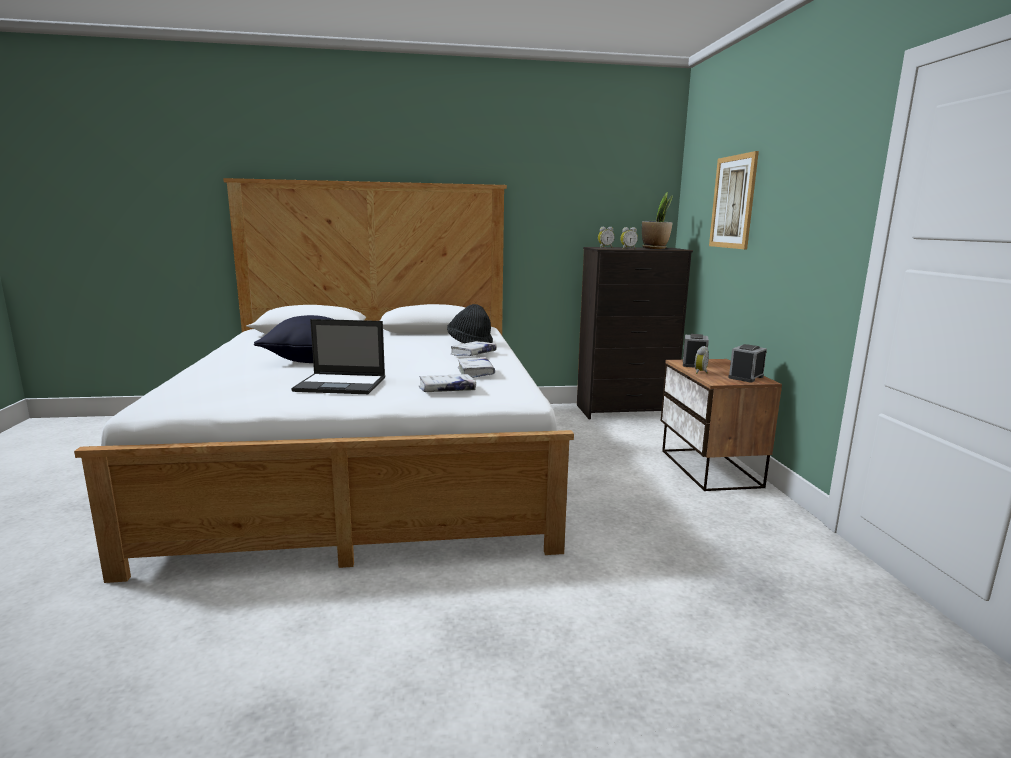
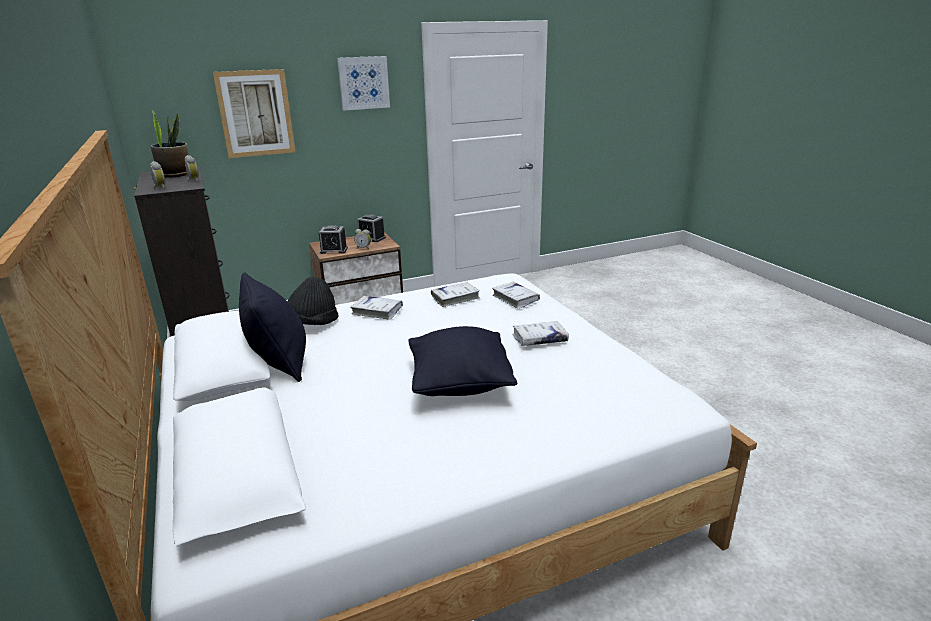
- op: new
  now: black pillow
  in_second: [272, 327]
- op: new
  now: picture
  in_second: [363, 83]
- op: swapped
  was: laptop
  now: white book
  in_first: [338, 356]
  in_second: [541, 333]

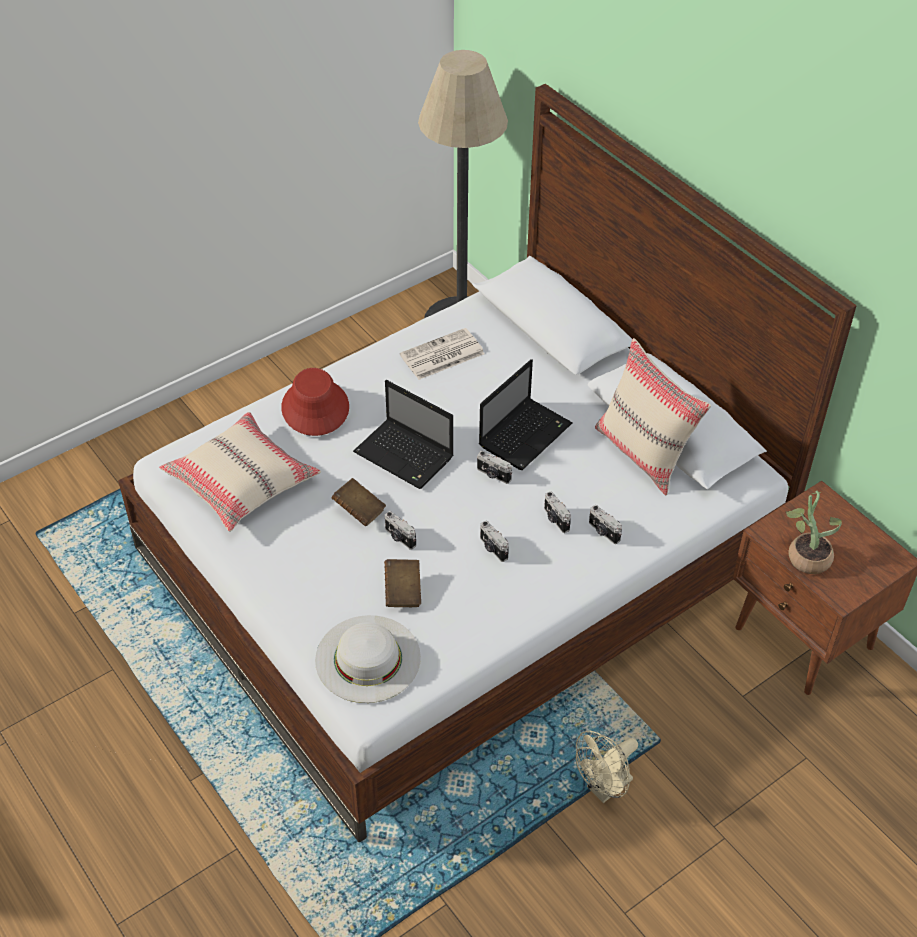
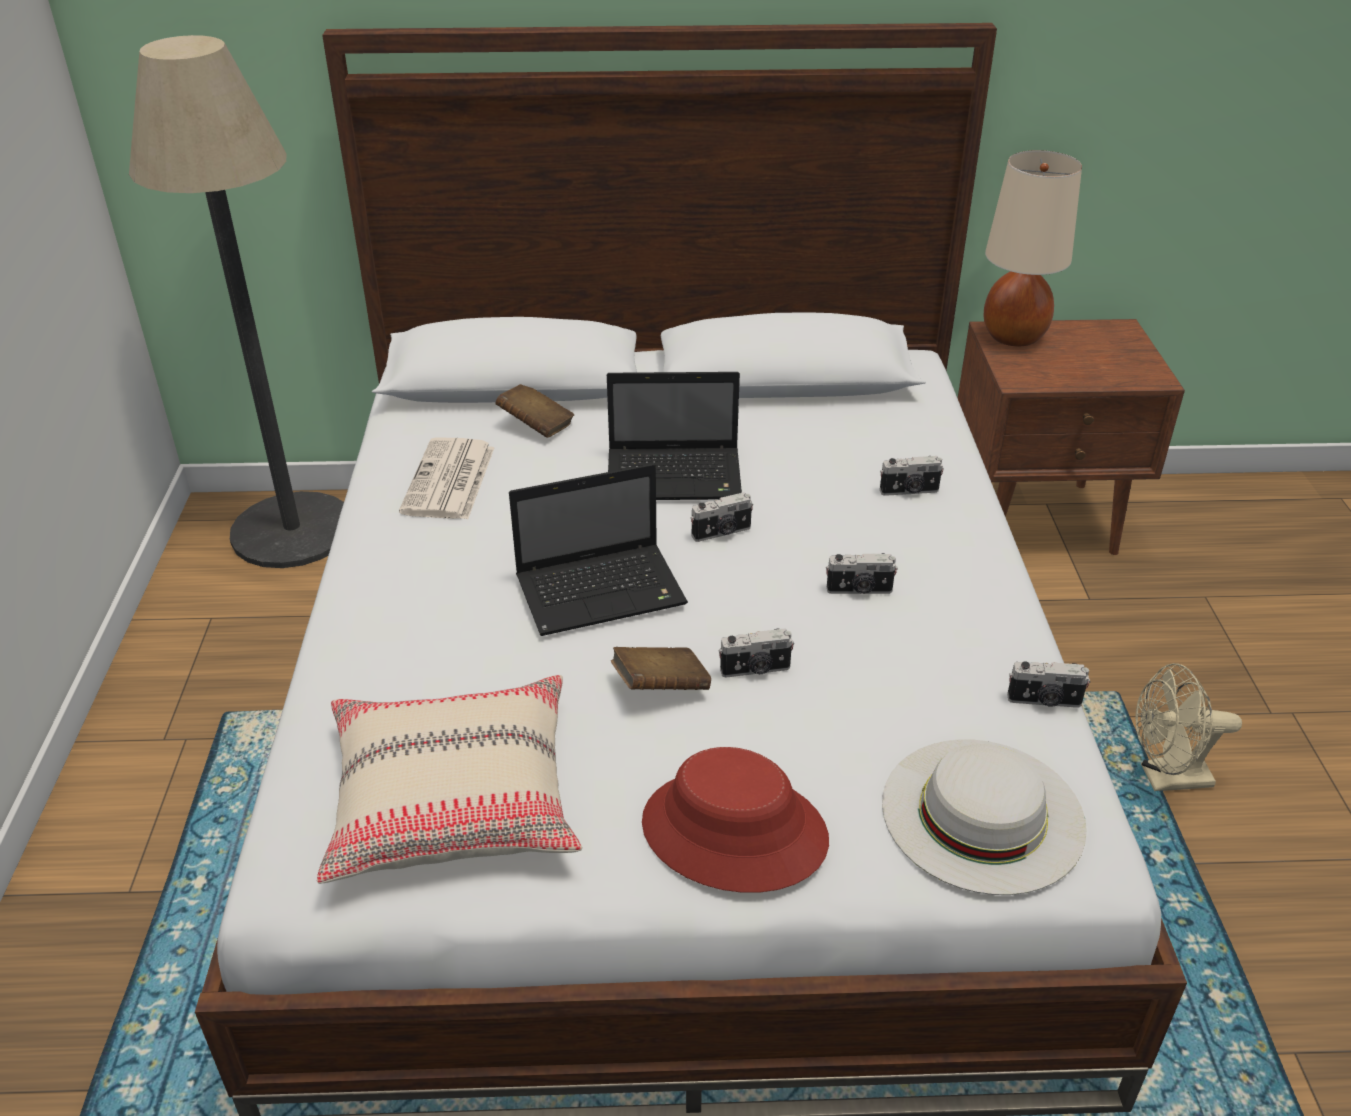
- op: shifted
  was: brown book
  in_first: [402, 583]
  in_second: [534, 411]
- op: rotated
  was: laptop
  in_first: [526, 414]
  in_second: [674, 436]
  clockwise: 105
- op: shifted
  was: red hat
  in_first: [315, 402]
  in_second: [735, 820]
- op: new
  now: beige table lamp
  in_second: [1033, 248]
- op: shifted
  was: photo camera
  in_first: [557, 512]
  in_second: [1048, 684]
- op: rotated
  was: beige fan
  in_first: [607, 766]
  in_second: [1188, 727]
  clockwise: 90
- op: gone
  was: beige pillow
  in_first: [653, 416]
- op: gone
  was: potted plant
  in_first: [813, 532]

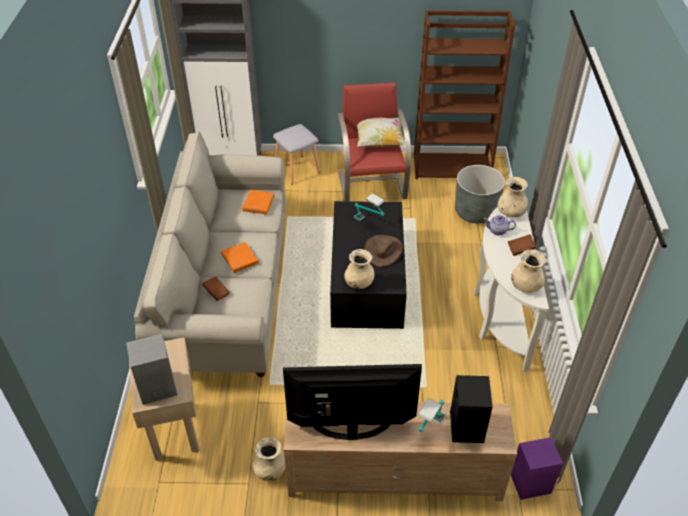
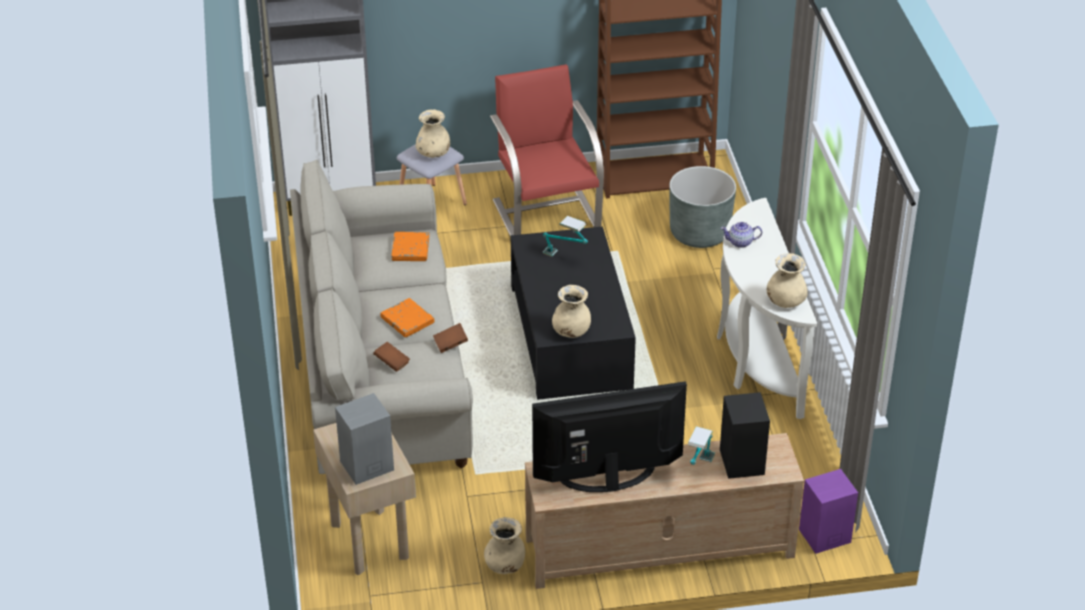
- op: shifted
  was: beige vase
  in_first: [513, 197]
  in_second: [433, 133]
- op: shifted
  was: brown book
  in_first: [522, 245]
  in_second: [450, 338]
- op: gone
  was: pillow
  in_first: [381, 132]
- op: gone
  was: brown hat
  in_first: [383, 251]

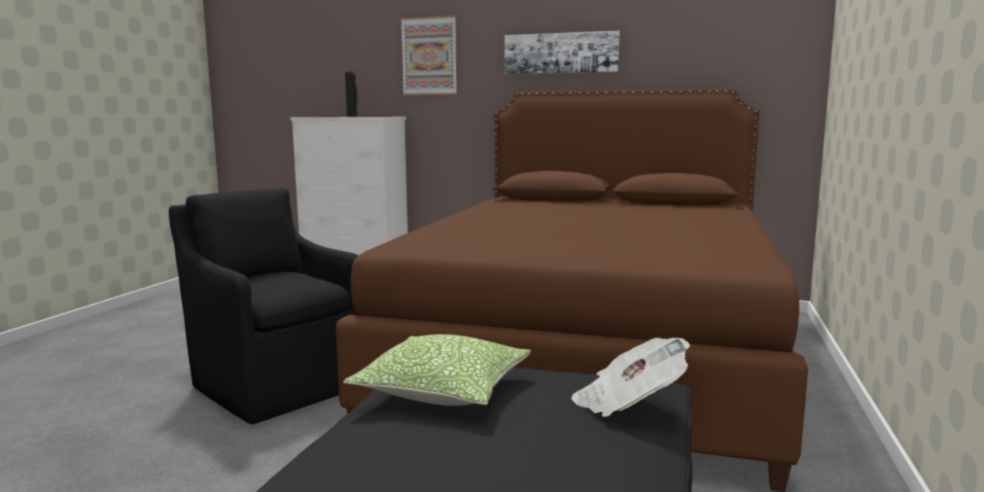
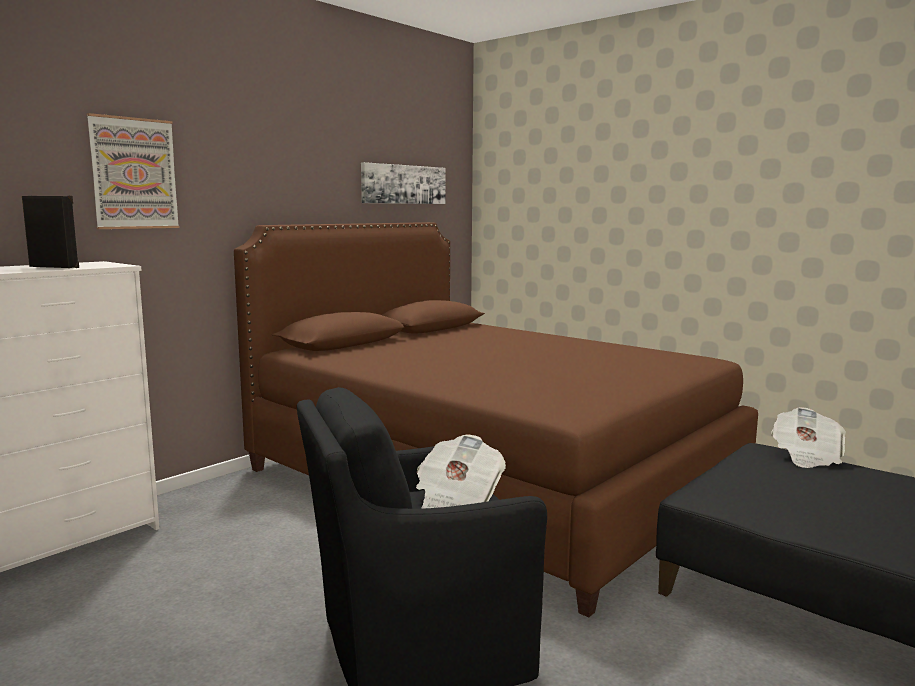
- op: shifted
  was: picture
  in_first: [562, 52]
  in_second: [403, 183]
- op: new
  now: newspaper
  in_second: [461, 472]
- op: gone
  was: pillow
  in_first: [437, 370]

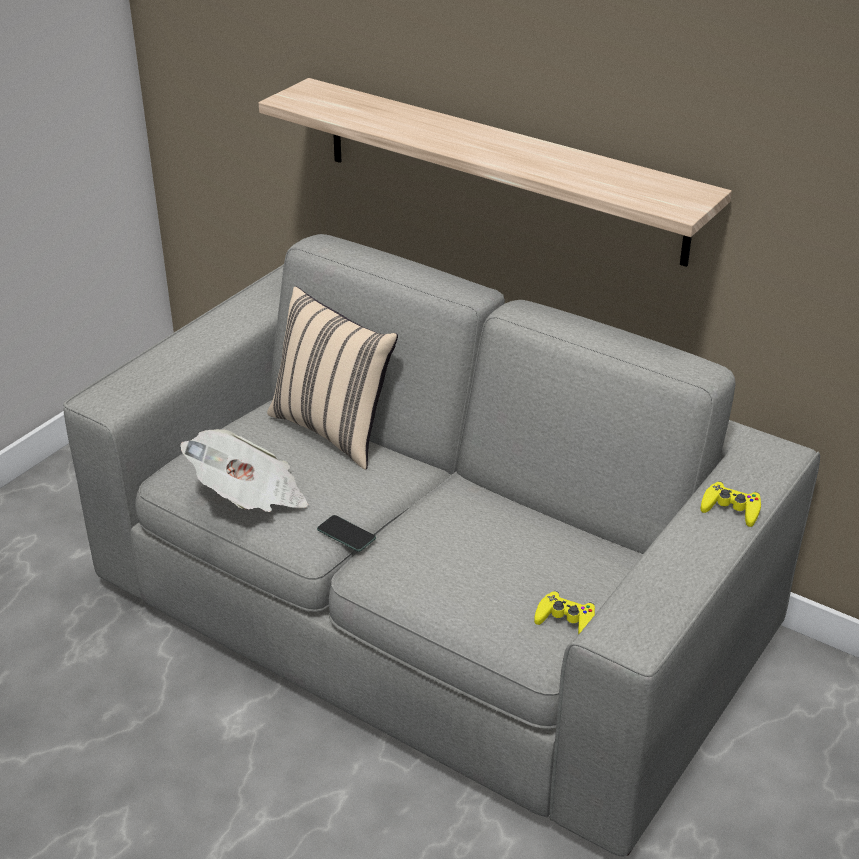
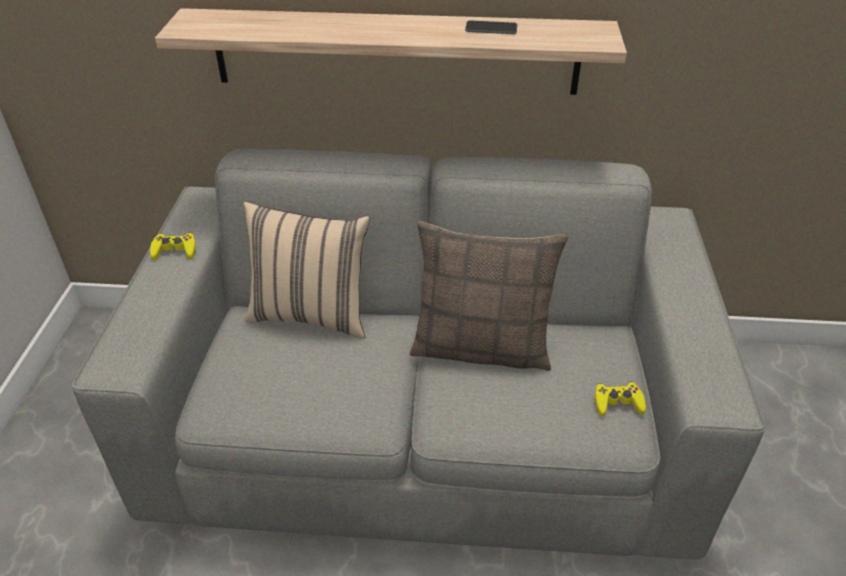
- op: shifted
  was: yellow game controller
  in_first: [731, 504]
  in_second: [173, 246]
- op: new
  now: pillow
  in_second: [489, 296]
- op: shifted
  was: phone
  in_first: [346, 533]
  in_second: [491, 27]
- op: gone
  was: newspaper
  in_first: [244, 470]

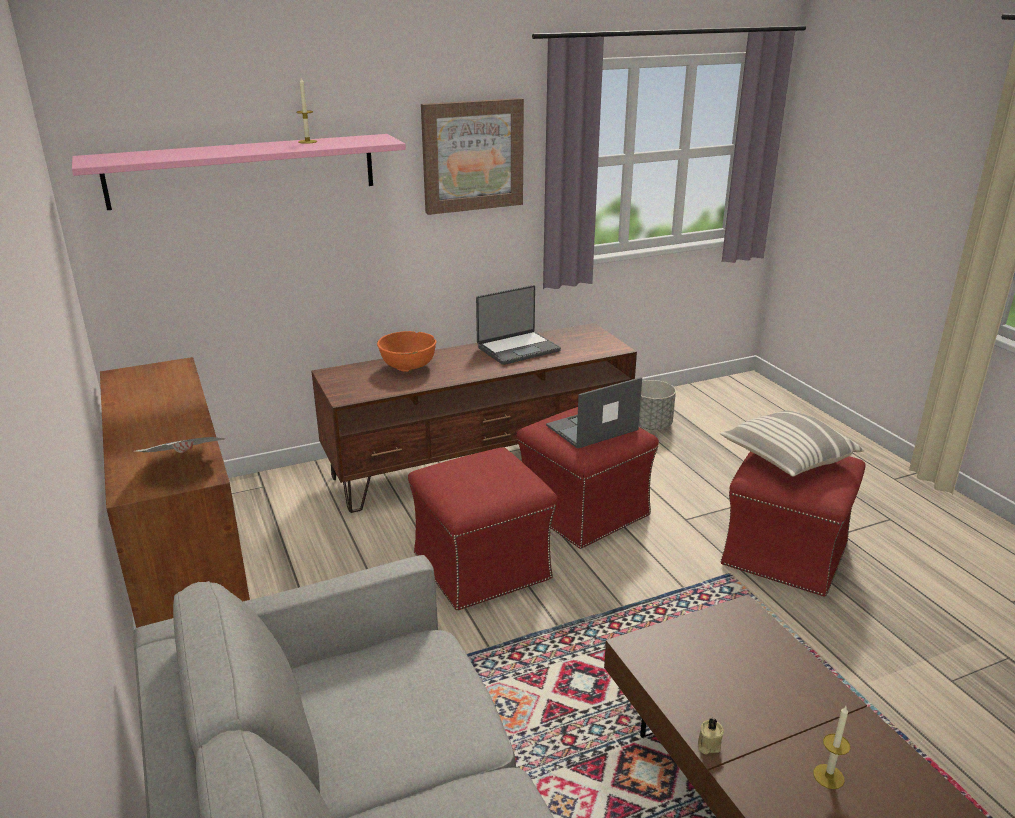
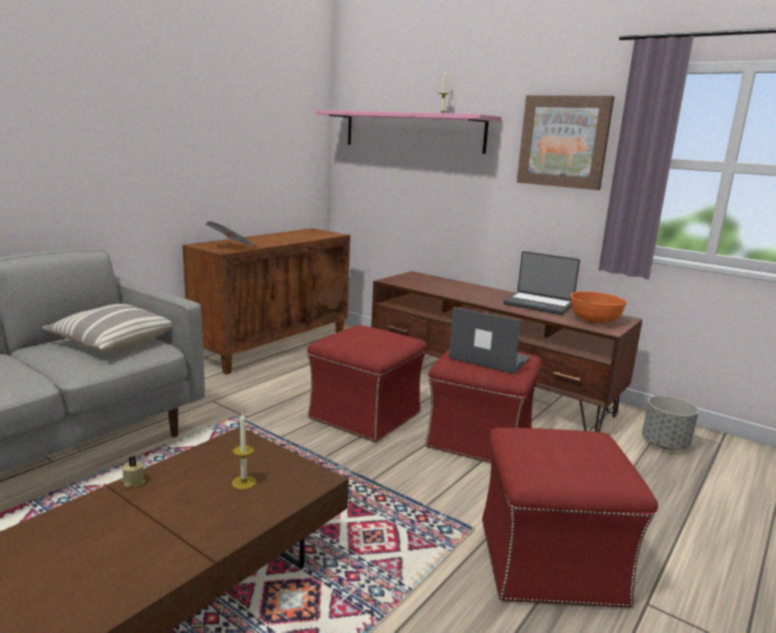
- op: shifted
  was: pillow
  in_first: [792, 443]
  in_second: [107, 327]
- op: shifted
  was: candle
  in_first: [831, 747]
  in_second: [244, 451]
- op: shifted
  was: orange bowl
  in_first: [407, 351]
  in_second: [598, 307]

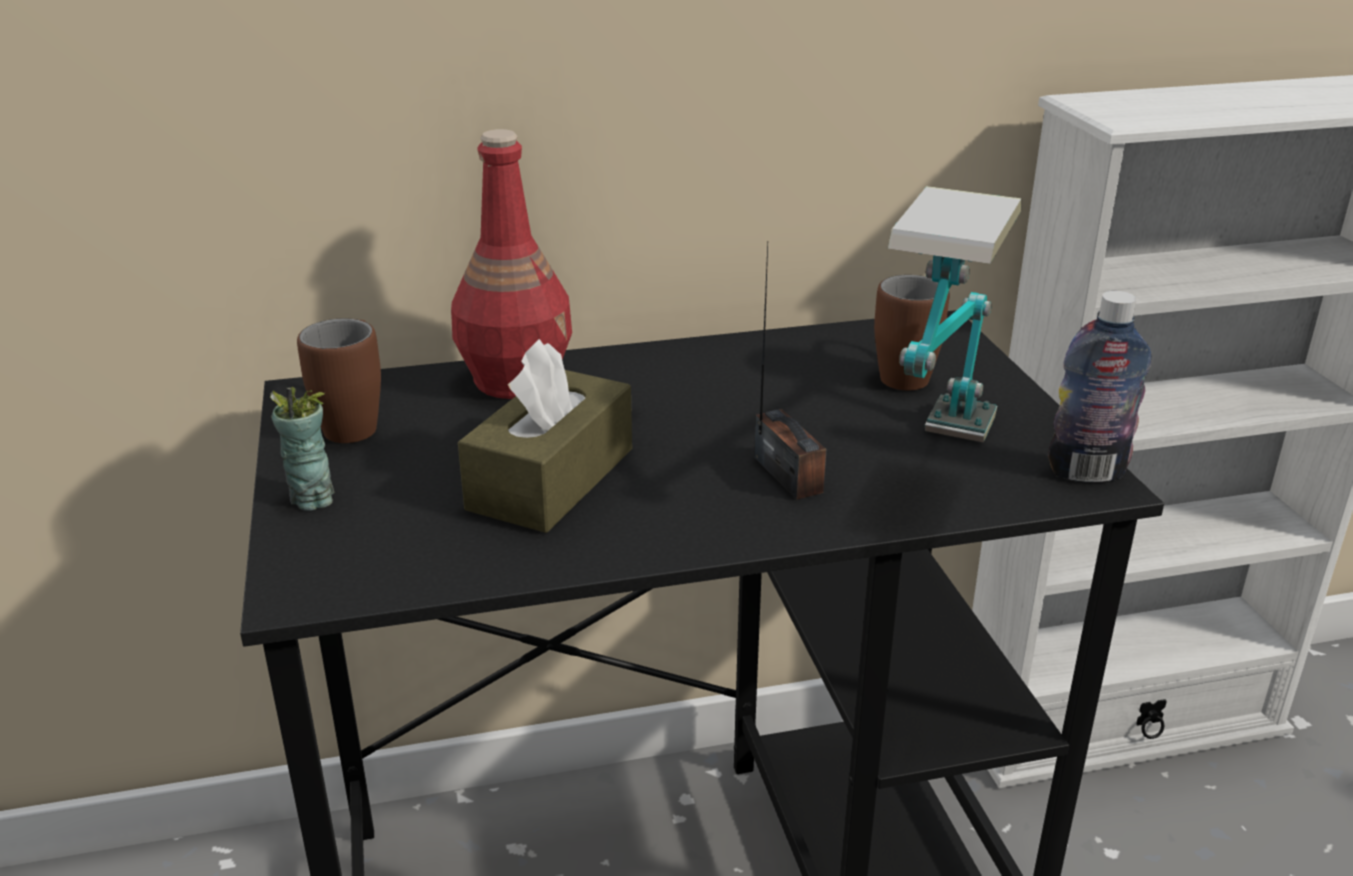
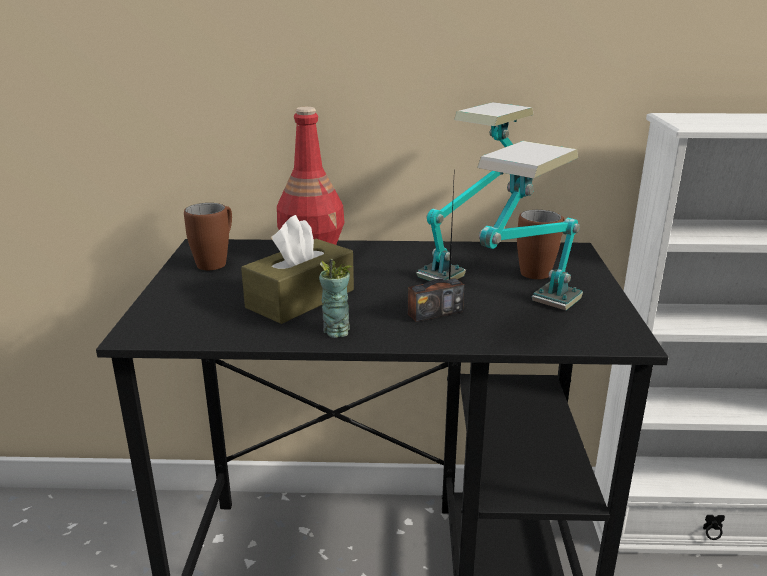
- op: shifted
  was: cup
  in_first: [302, 449]
  in_second: [335, 298]
- op: rotated
  was: radio
  in_first: [790, 371]
  in_second: [436, 245]
  clockwise: 75
- op: new
  now: table lamp
  in_second: [475, 191]
- op: gone
  was: bottle
  in_first: [1099, 387]

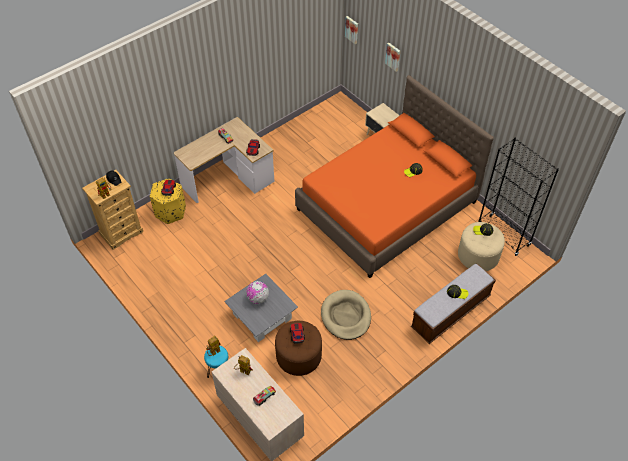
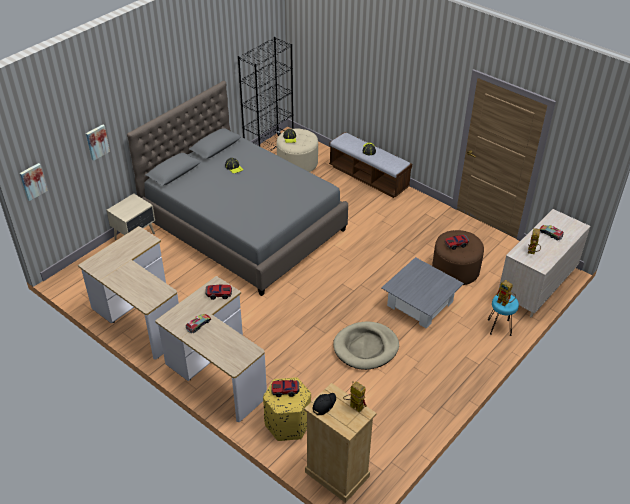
- op: new
  now: desk
  in_second: [128, 292]
- op: repainted
  was: orange bed
  now: grey bed
  in_first: [394, 176]
  in_second: [237, 188]
- op: shifted
  was: beige dog bed
  in_first: [346, 315]
  in_second: [366, 346]
- op: gone
  was: globe
  in_first: [257, 292]

